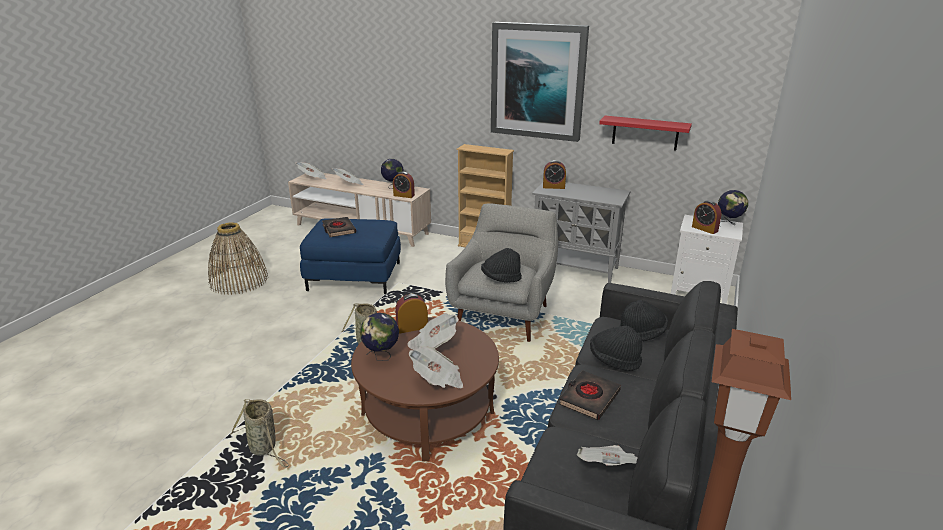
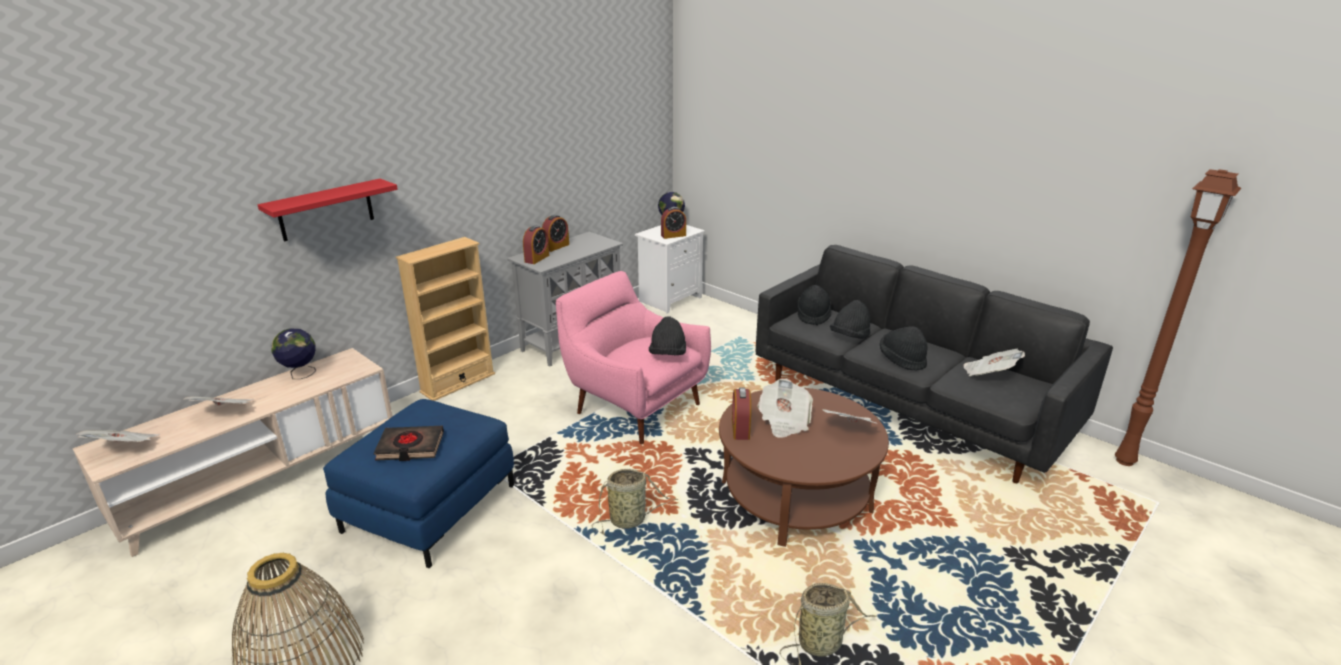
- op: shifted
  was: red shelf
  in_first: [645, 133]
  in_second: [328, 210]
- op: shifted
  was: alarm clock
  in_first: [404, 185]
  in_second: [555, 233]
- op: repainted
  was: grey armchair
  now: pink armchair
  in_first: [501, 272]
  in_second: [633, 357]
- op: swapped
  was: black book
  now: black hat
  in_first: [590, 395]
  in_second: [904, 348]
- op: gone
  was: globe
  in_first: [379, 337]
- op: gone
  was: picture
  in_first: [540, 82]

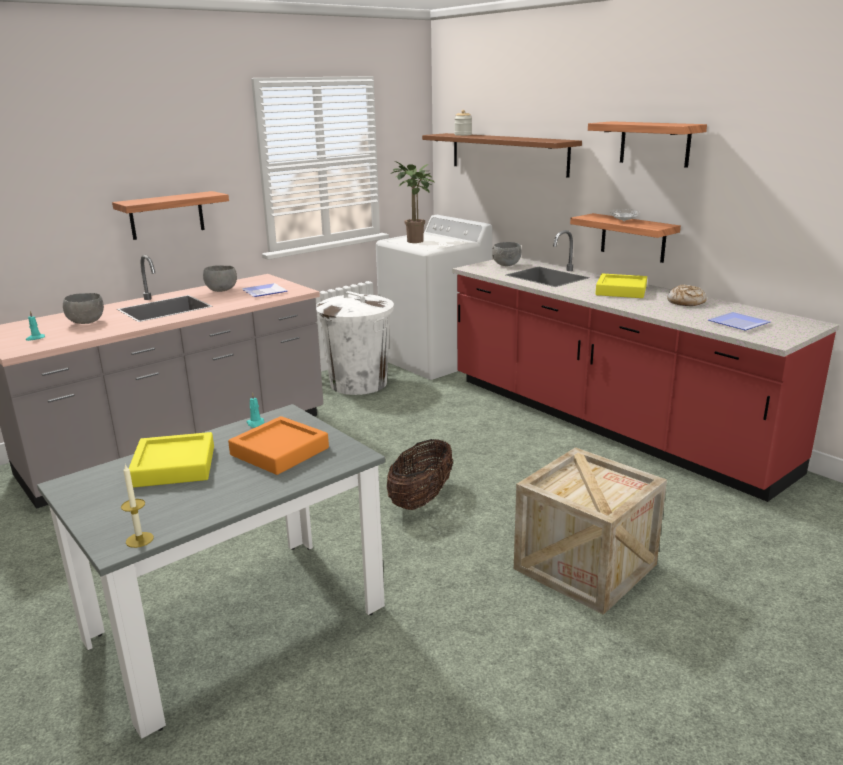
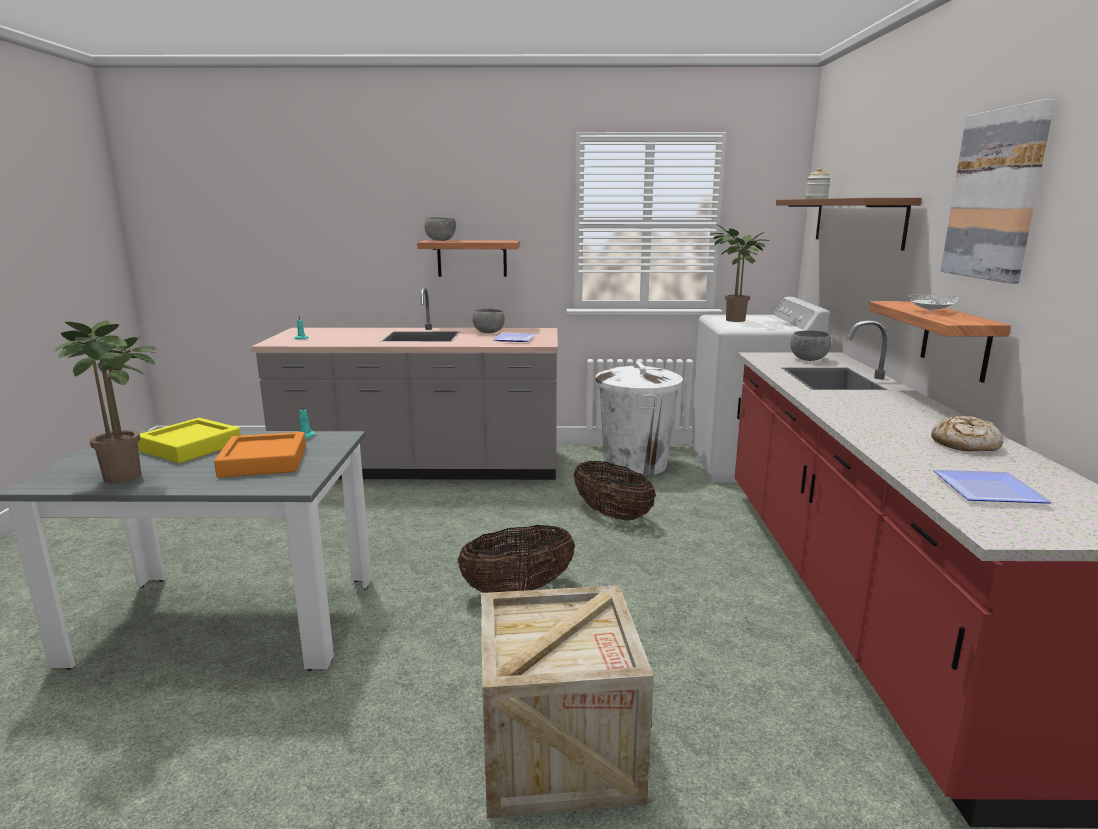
- op: new
  now: potted plant
  in_second: [104, 401]
- op: shifted
  was: grey bowl
  in_first: [83, 308]
  in_second: [440, 229]
- op: new
  now: basket
  in_second: [614, 491]
- op: swapped
  was: shelf
  now: picture
  in_first: [647, 144]
  in_second: [998, 191]
- op: gone
  was: candle
  in_first: [137, 506]
- op: gone
  was: yellow tray
  in_first: [621, 285]

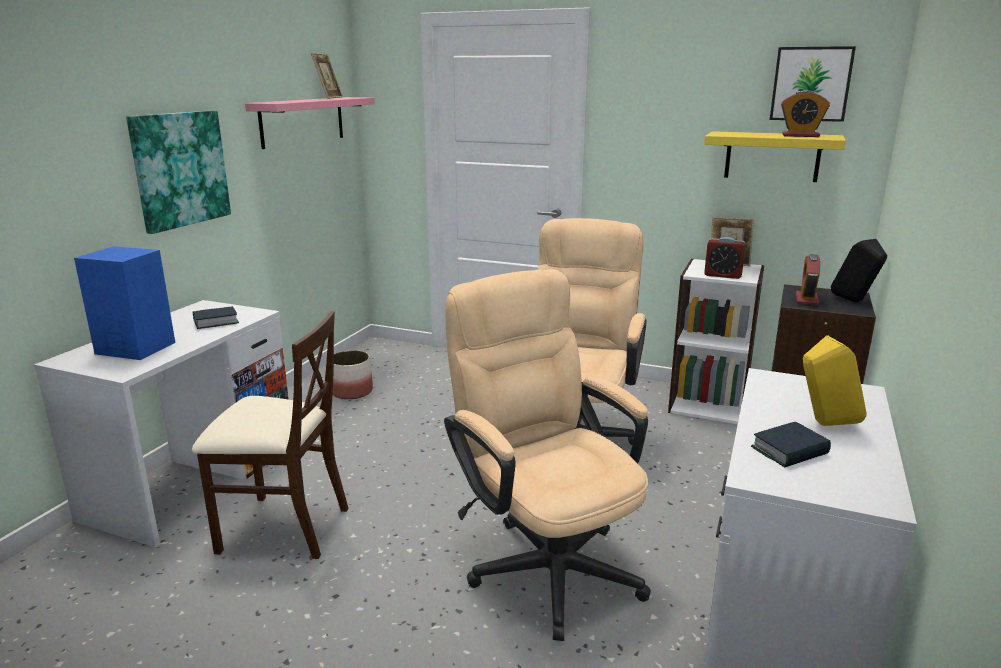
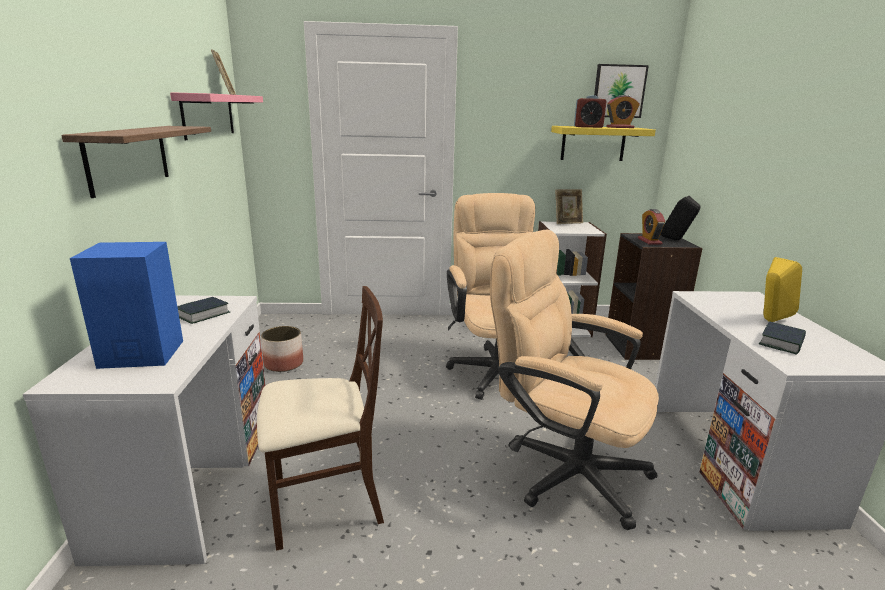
- op: swapped
  was: picture
  now: shelf
  in_first: [178, 172]
  in_second: [136, 162]
- op: shifted
  was: alarm clock
  in_first: [725, 258]
  in_second: [590, 111]

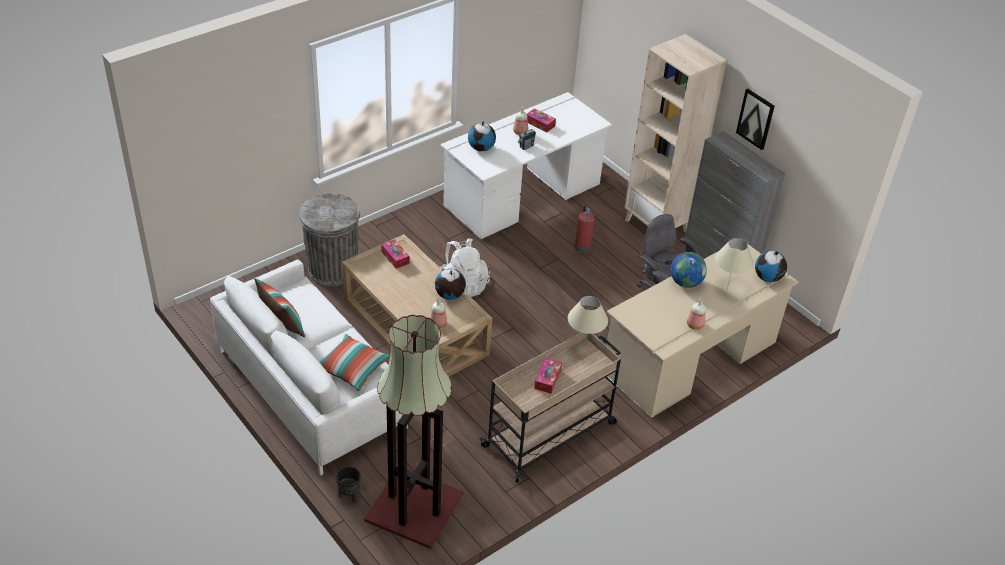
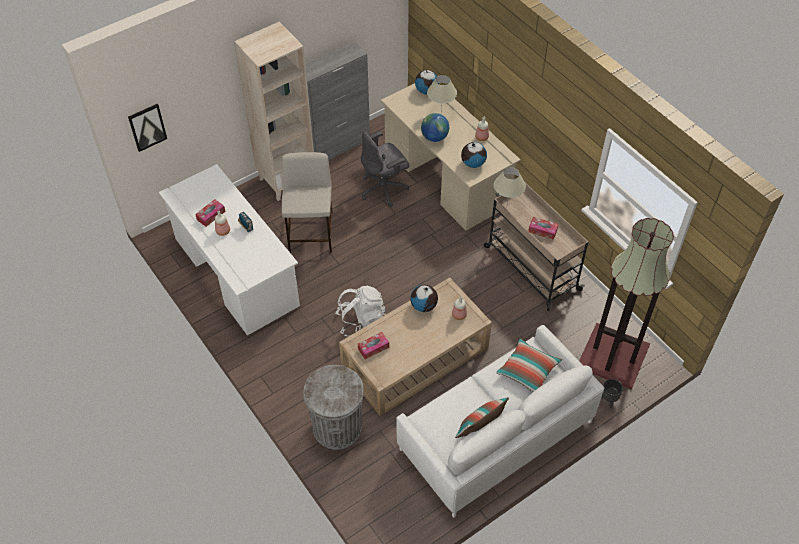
- op: shifted
  was: picture
  in_first: [755, 119]
  in_second: [147, 128]
- op: swapped
  was: fire extinguisher
  now: beige stool
  in_first: [584, 228]
  in_second: [307, 202]
- op: shifted
  was: globe
  in_first: [482, 136]
  in_second: [474, 155]

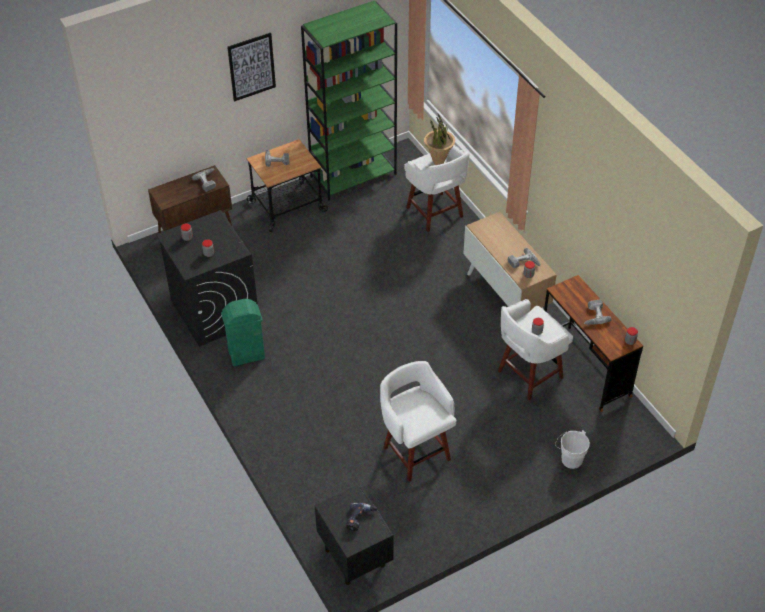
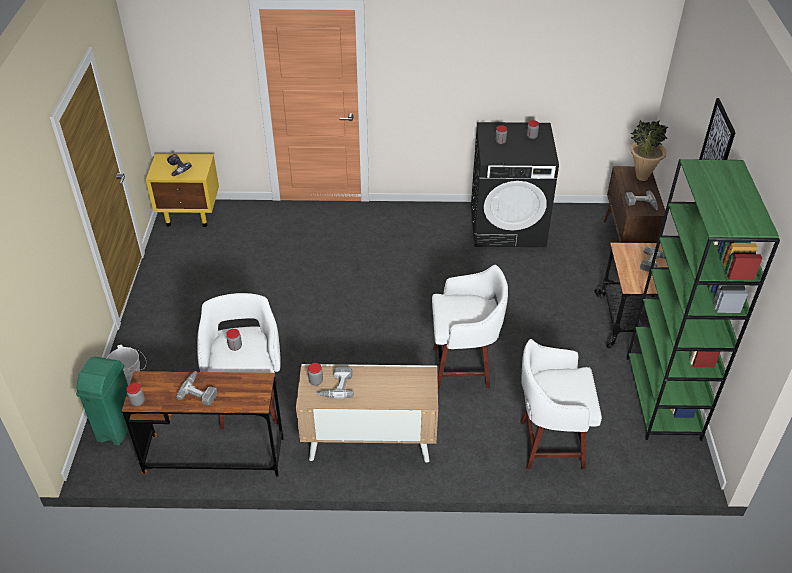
- op: shifted
  was: green trash can
  in_first: [243, 332]
  in_second: [102, 401]
- op: repainted
  was: black nightstand
  now: yellow nightstand
  in_first: [354, 534]
  in_second: [182, 190]
- op: shifted
  was: white stool
  in_first: [418, 421]
  in_second: [470, 327]
- op: shifted
  was: potted plant
  in_first: [439, 139]
  in_second: [649, 150]

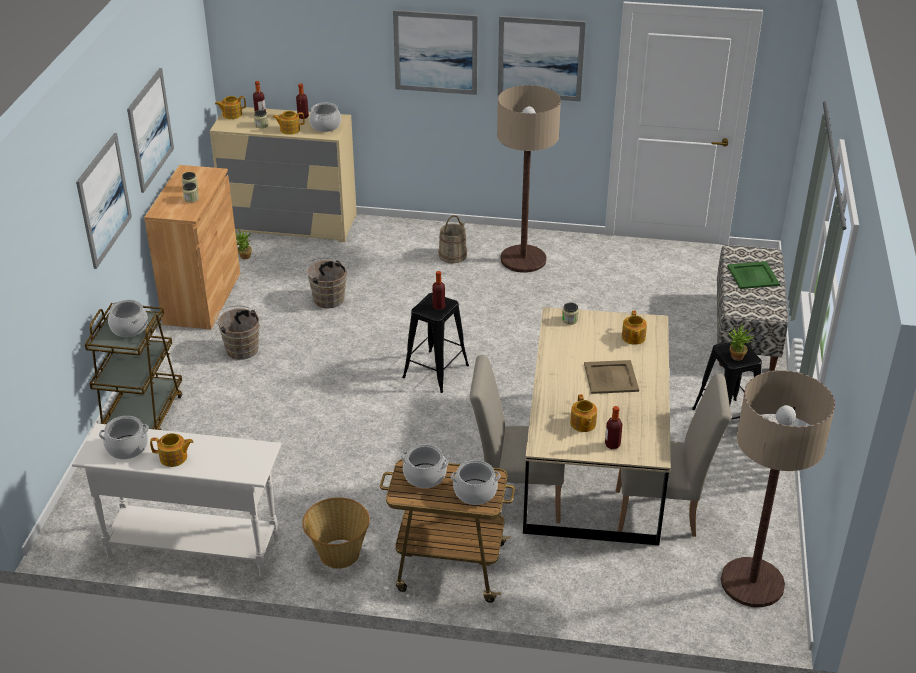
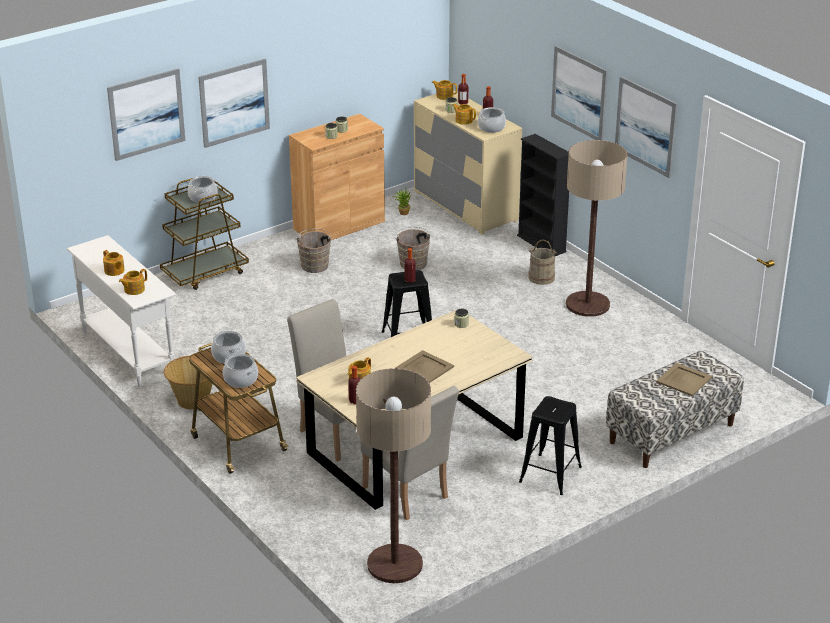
- op: shifted
  was: picture
  in_first: [150, 130]
  in_second: [146, 115]
- op: shifted
  was: teapot
  in_first: [634, 328]
  in_second: [133, 282]
- op: new
  now: black bookcase
  in_second: [543, 195]
- op: repainted
  was: green tray
  now: beige tray
  in_first: [753, 275]
  in_second: [684, 379]
- op: gone
  was: cooking pot
  in_first: [124, 437]
- op: gone
  was: potted plant
  in_first: [741, 342]

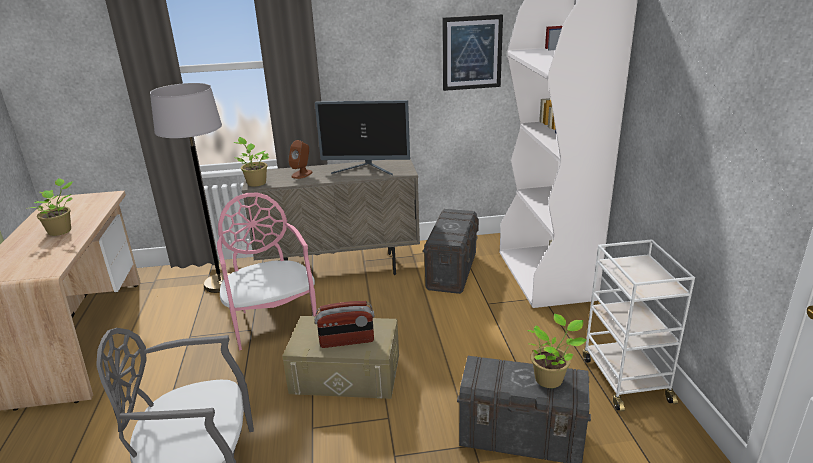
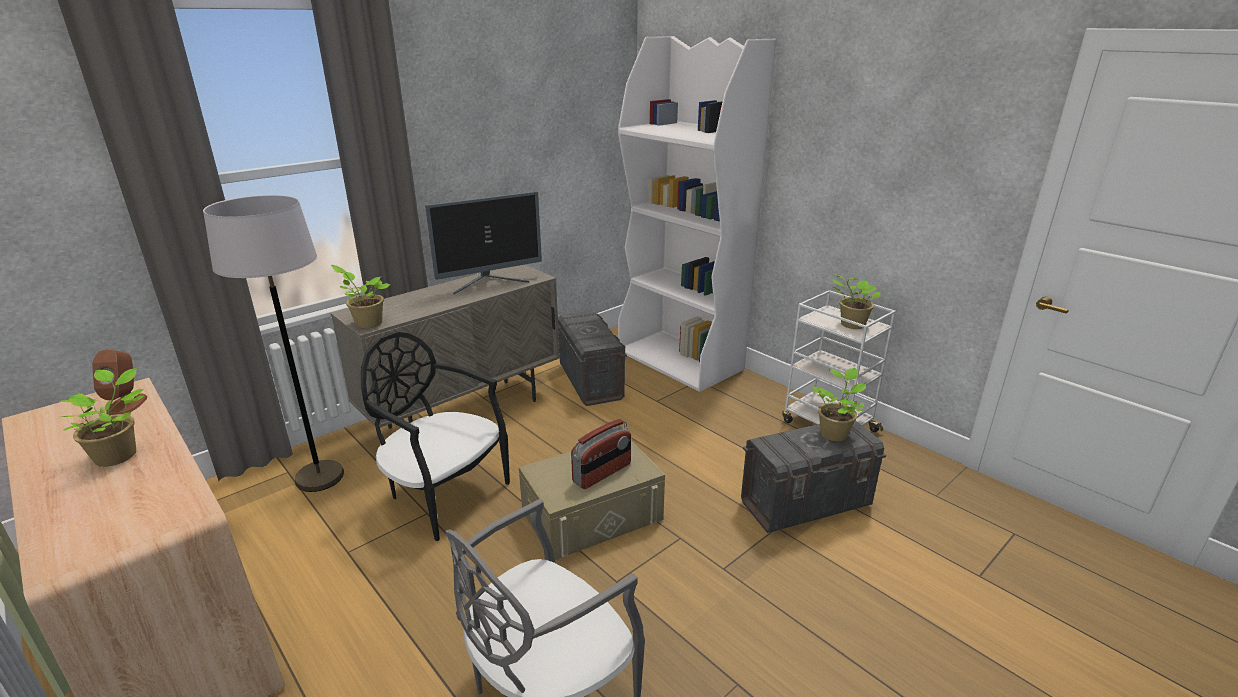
- op: shifted
  was: brown speaker
  in_first: [300, 159]
  in_second: [119, 382]
- op: repainted
  was: pink chair
  now: black chair
  in_first: [267, 271]
  in_second: [435, 436]
- op: new
  now: potted plant
  in_second: [855, 301]
- op: gone
  was: picture
  in_first: [472, 52]

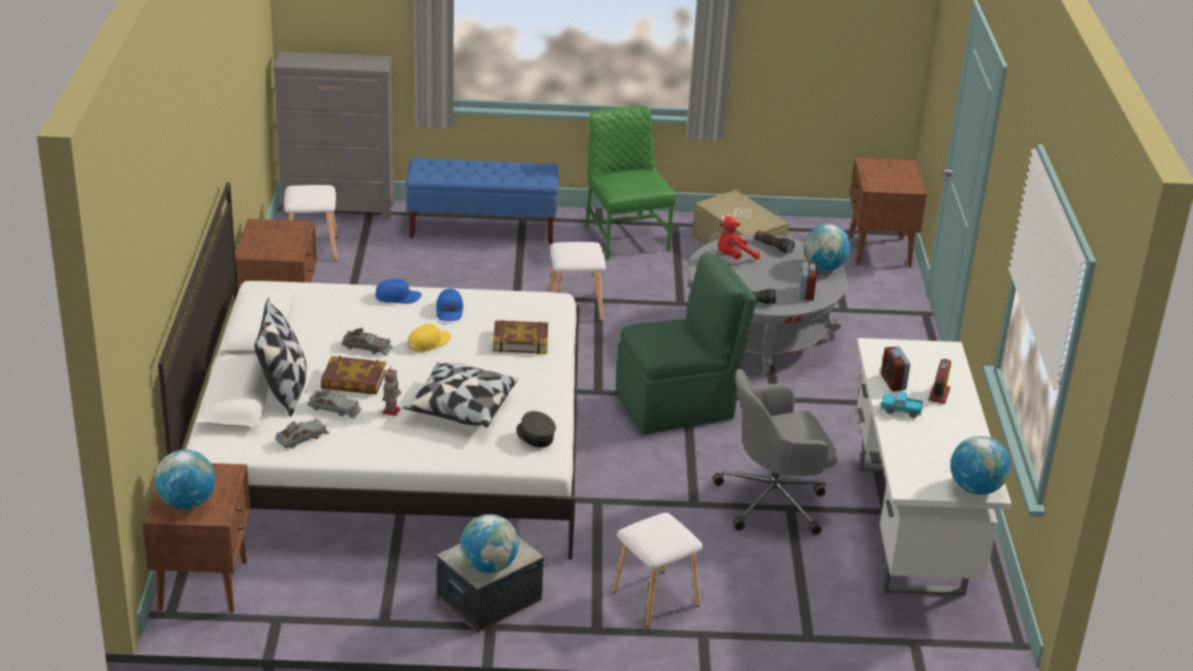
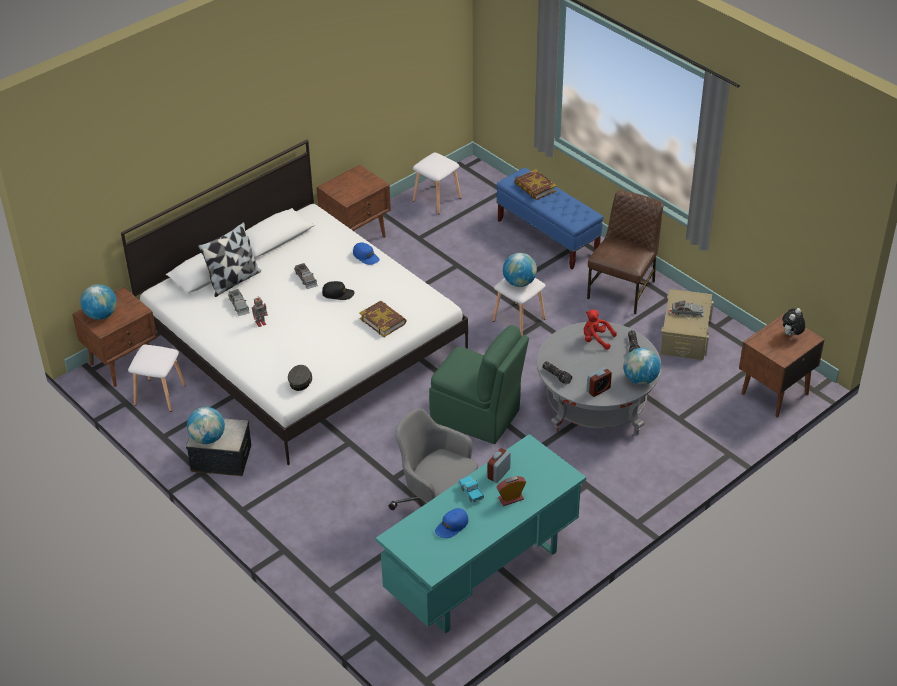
- op: shifted
  was: white stool
  in_first: [657, 570]
  in_second: [157, 378]
- op: repainted
  was: yellow cap
  now: black cap
  in_first: [429, 337]
  in_second: [338, 290]
- op: repainted
  was: white desk
  now: turquoise desk
  in_first: [933, 467]
  in_second: [481, 534]
- op: shifted
  was: blue cap
  in_first: [449, 305]
  in_second: [452, 523]
- op: shifted
  was: globe
  in_first: [980, 465]
  in_second: [520, 270]
- op: shifted
  was: book
  in_first: [353, 375]
  in_second: [535, 184]
- op: repainted
  was: green chair
  now: brown chair
  in_first: [630, 183]
  in_second: [625, 252]
- op: shifted
  was: grey toy car
  in_first: [302, 433]
  in_second: [688, 308]
- op: new
  now: plush toy
  in_second: [794, 322]
- op: gone
  was: grey dresser
  in_first: [333, 135]
- op: gone
  was: pillow
  in_first: [460, 395]

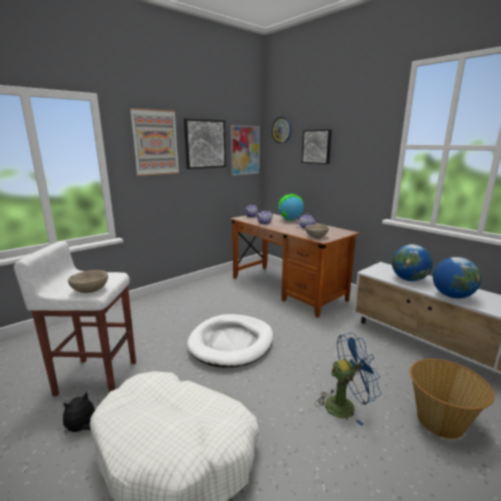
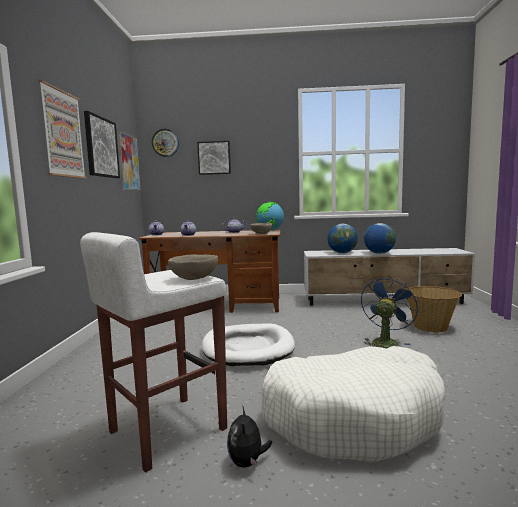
- op: shifted
  was: globe
  in_first: [291, 207]
  in_second: [270, 216]

